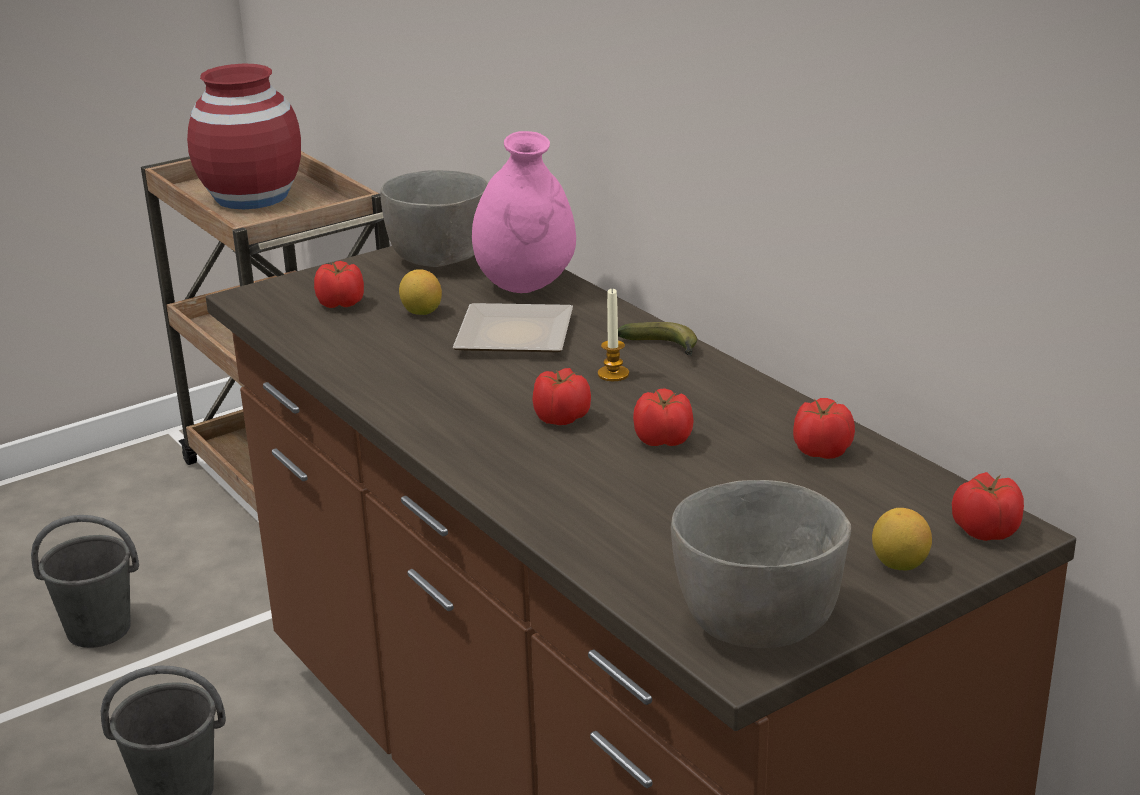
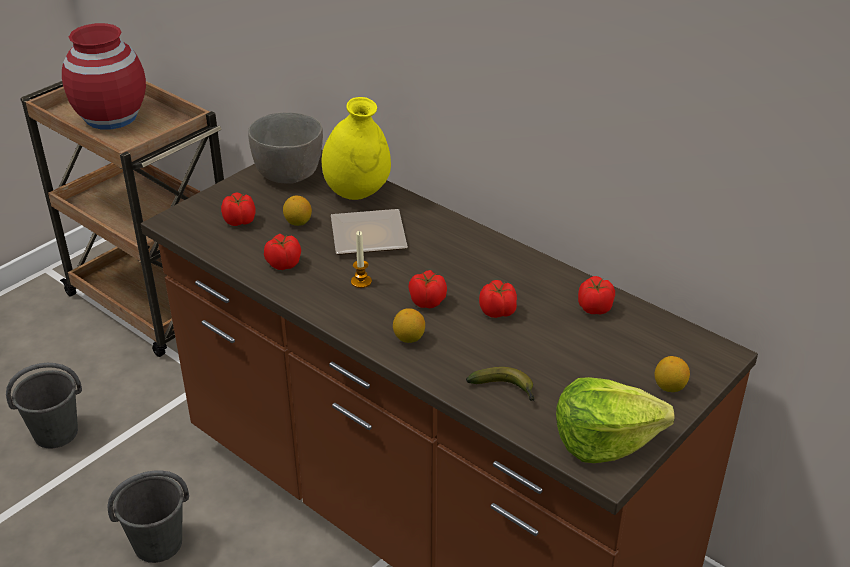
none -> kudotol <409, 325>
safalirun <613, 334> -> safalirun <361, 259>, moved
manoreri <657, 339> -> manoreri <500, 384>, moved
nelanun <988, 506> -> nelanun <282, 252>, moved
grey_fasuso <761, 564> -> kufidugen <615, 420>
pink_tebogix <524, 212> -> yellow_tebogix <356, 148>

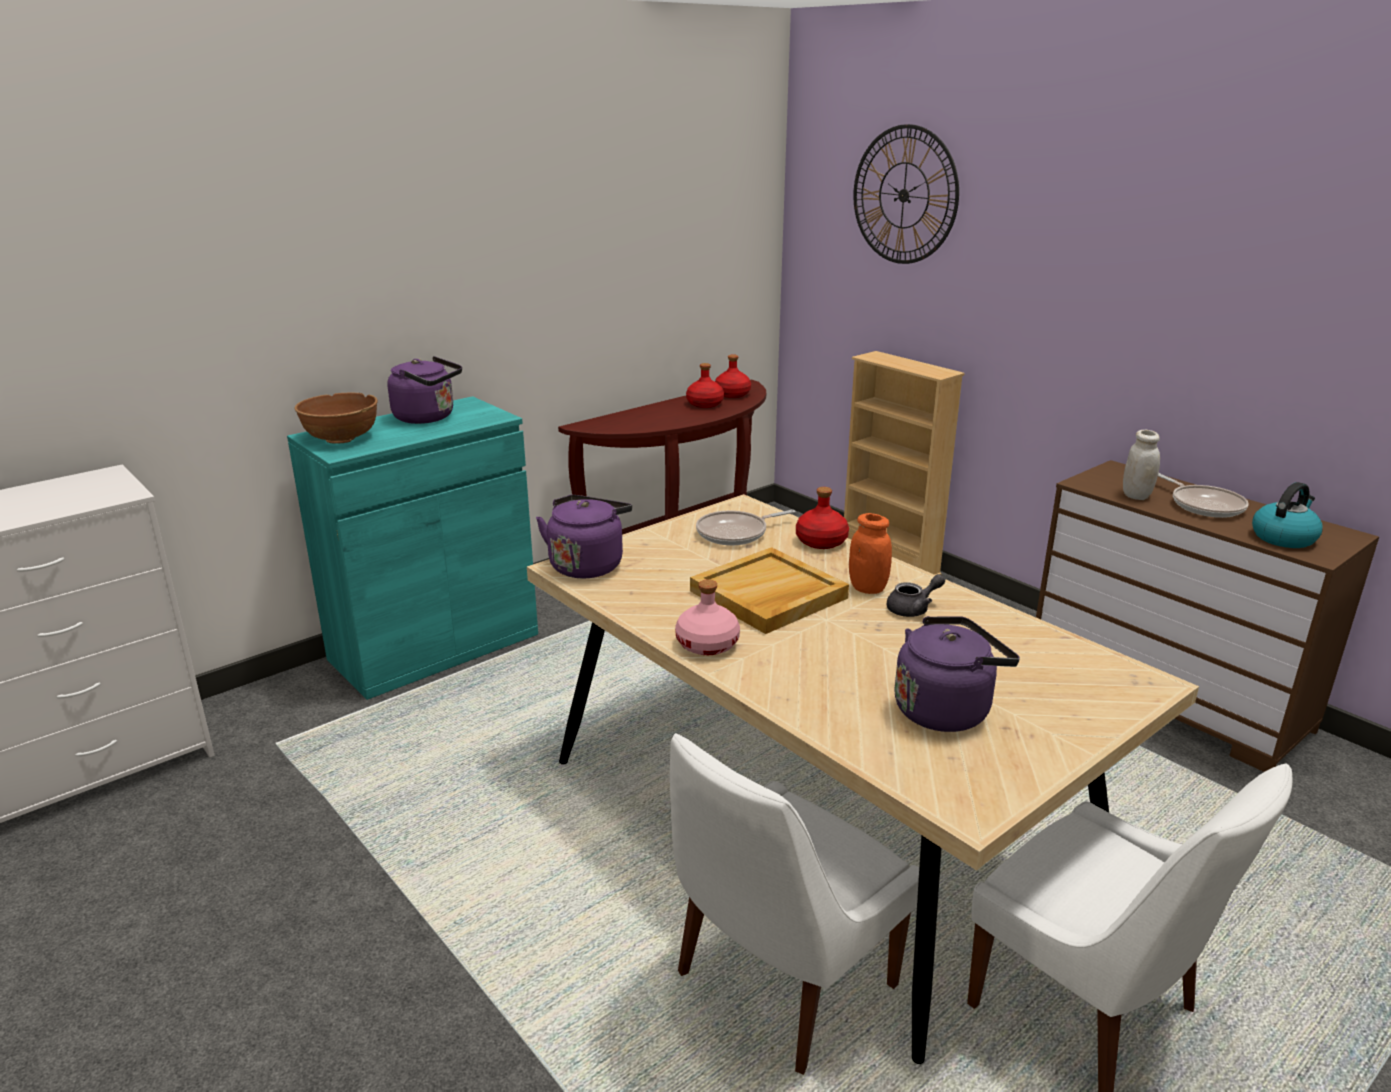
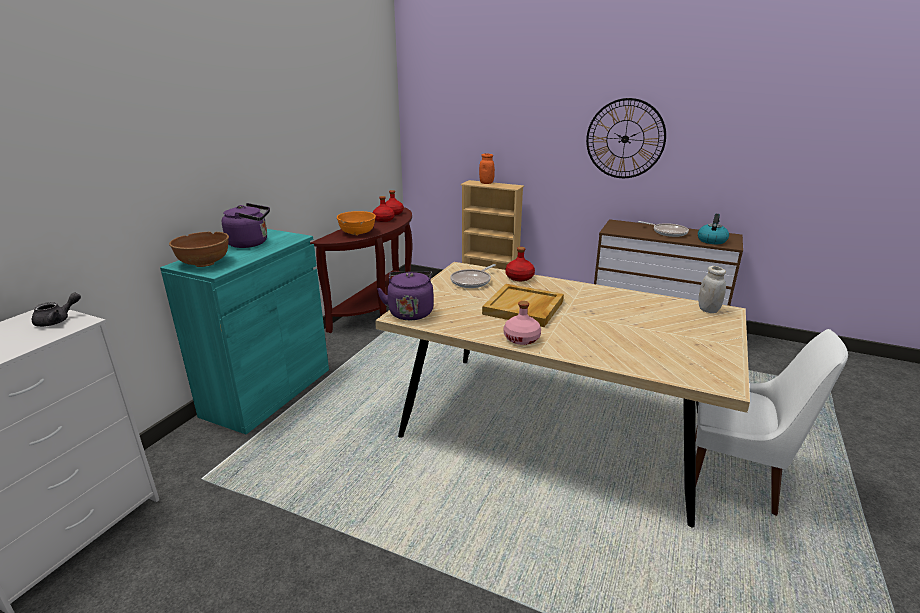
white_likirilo <794, 904> -> none
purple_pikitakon <957, 674> -> none
none -> orange_fasuso <356, 223>
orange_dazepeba <870, 553> -> orange_dazepeba <487, 168>, moved
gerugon <906, 194> -> gerugon <626, 138>, moved
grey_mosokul <916, 595> -> grey_mosokul <56, 310>, moved
white_dazepeba <1141, 465> -> white_dazepeba <712, 289>, moved

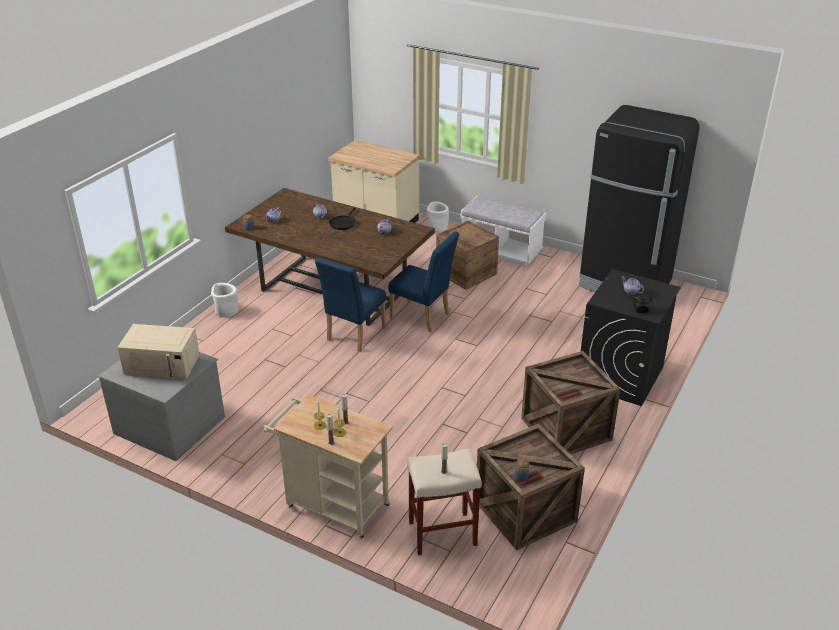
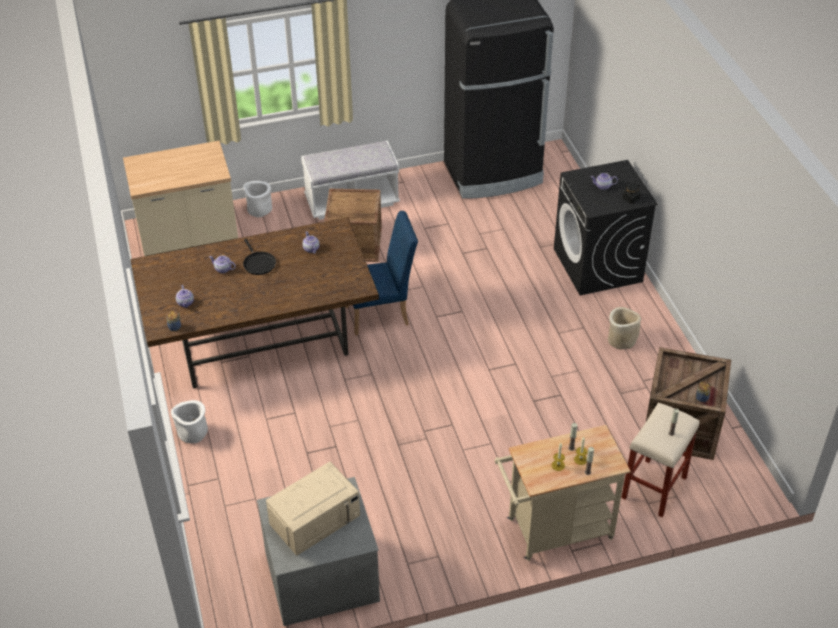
blue_likirilo <350, 304> -> none
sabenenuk <571, 402> -> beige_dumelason <624, 328>

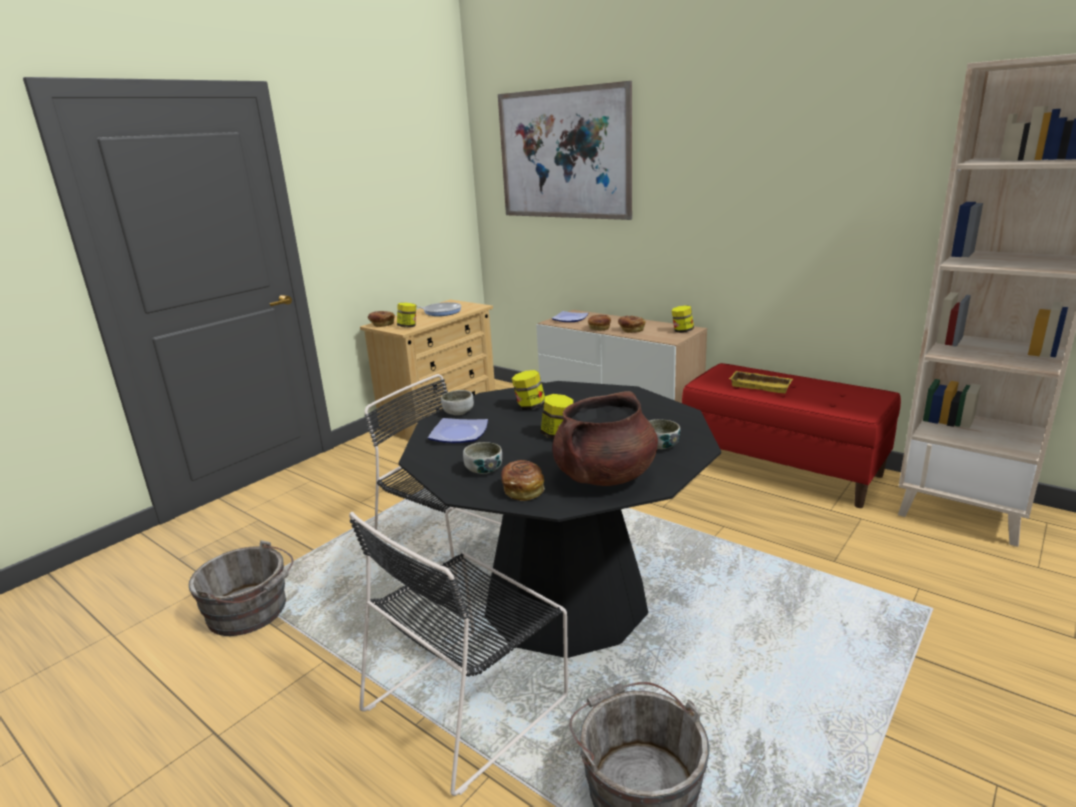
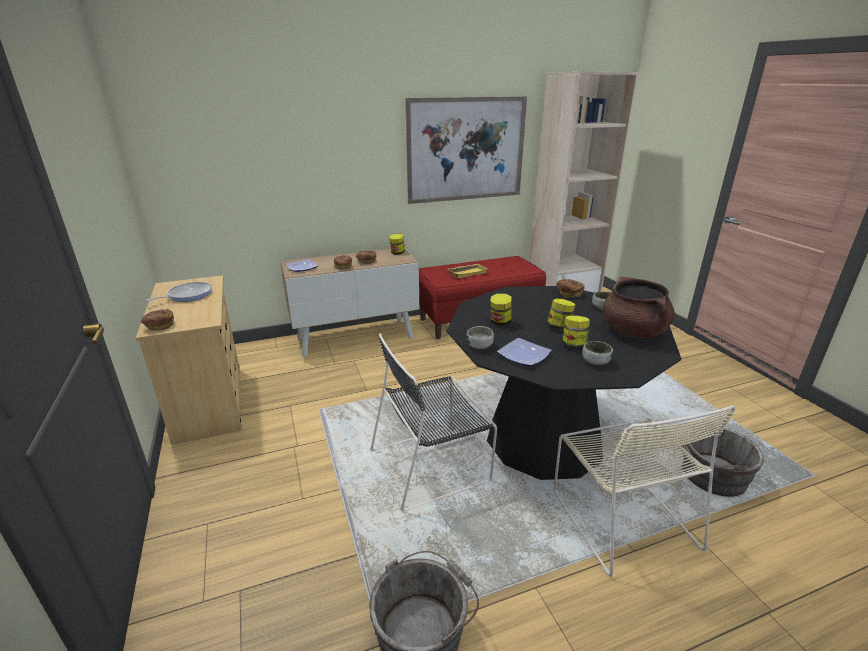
dazepeba <406, 315> -> dazepeba <576, 331>, moved
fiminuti <565, 150> -> fiminuti <466, 150>, moved
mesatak <523, 480> -> mesatak <570, 288>, moved
black_likirilo <458, 654> -> beige_likirilo <644, 491>

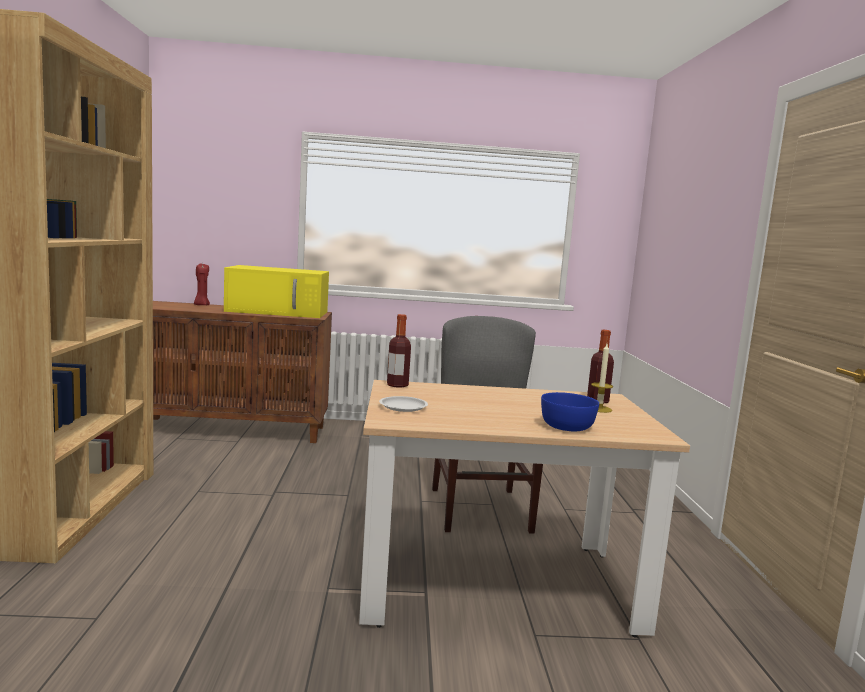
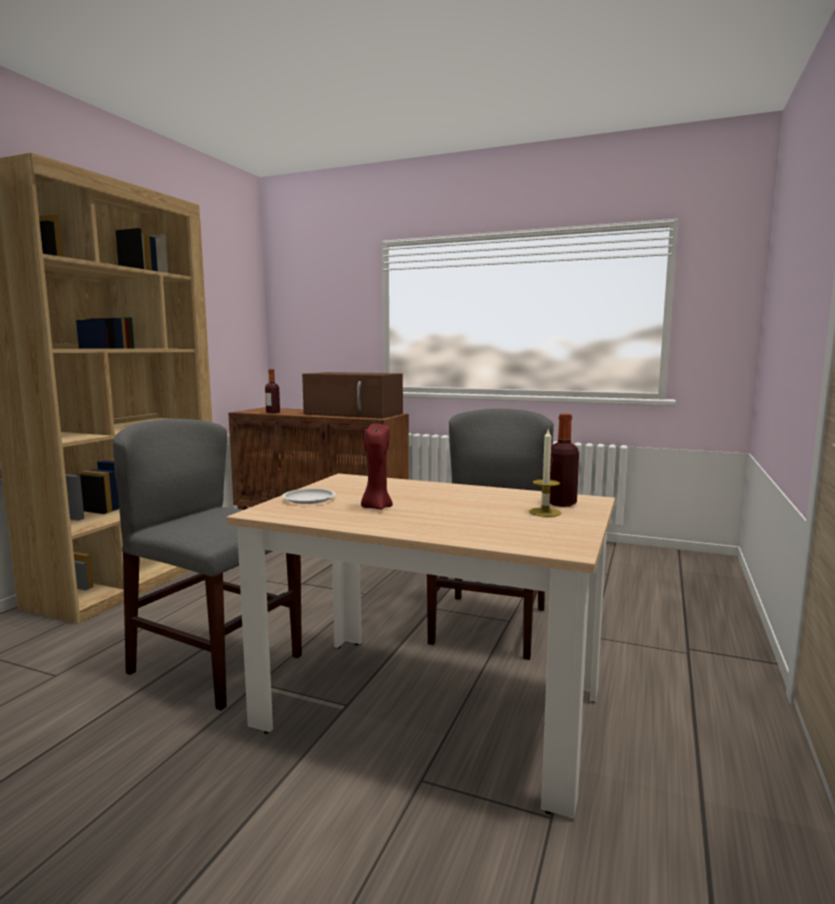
blue_fasuso <570, 411> -> none
none -> grey_likirilo <207, 565>
red_safalirun <202, 284> -> red_safalirun <377, 467>, moved
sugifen <399, 351> -> sugifen <272, 391>, moved
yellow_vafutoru <276, 291> -> brown_vafutoru <352, 395>

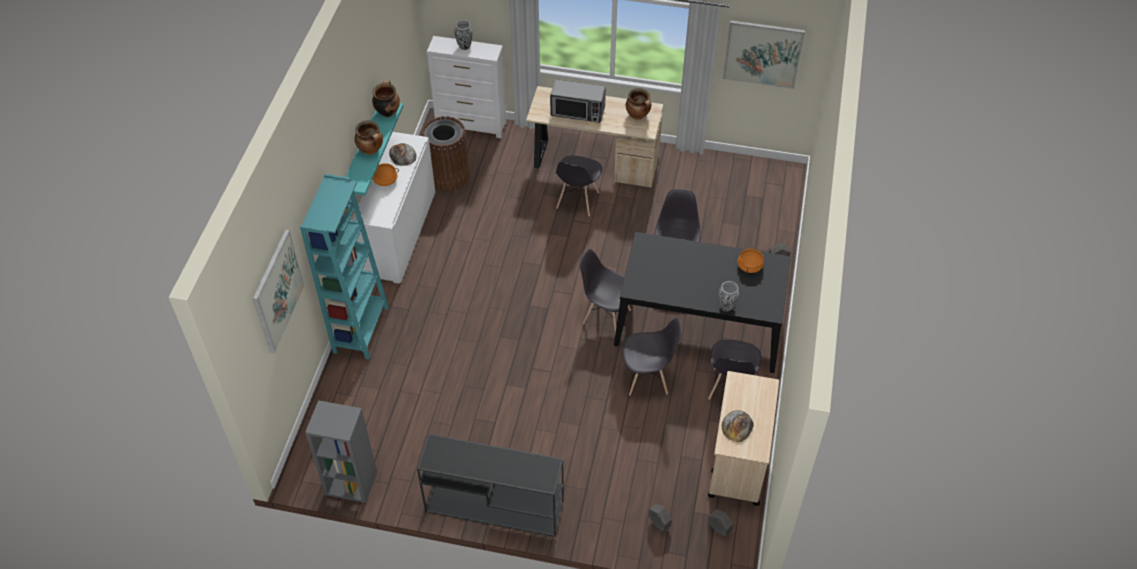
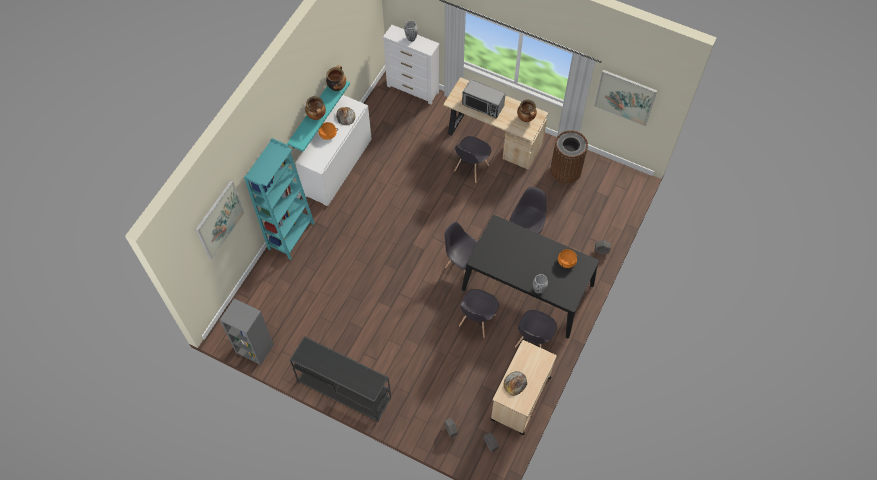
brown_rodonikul <445, 153> -> brown_rodonikul <569, 157>, moved
grey_likirilo <652, 356> -> grey_likirilo <479, 313>, 105 degrees clockwise

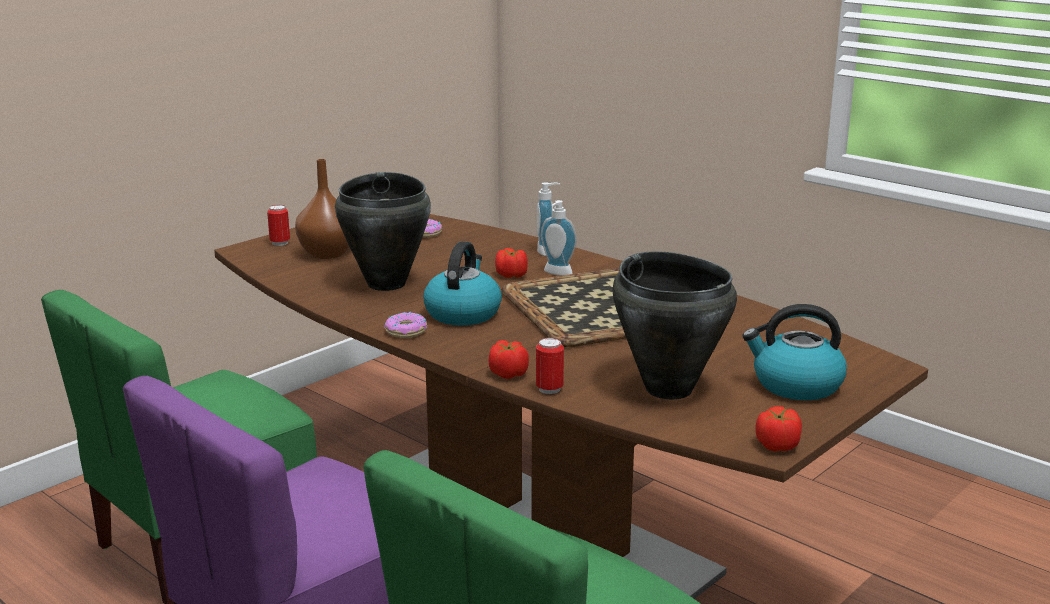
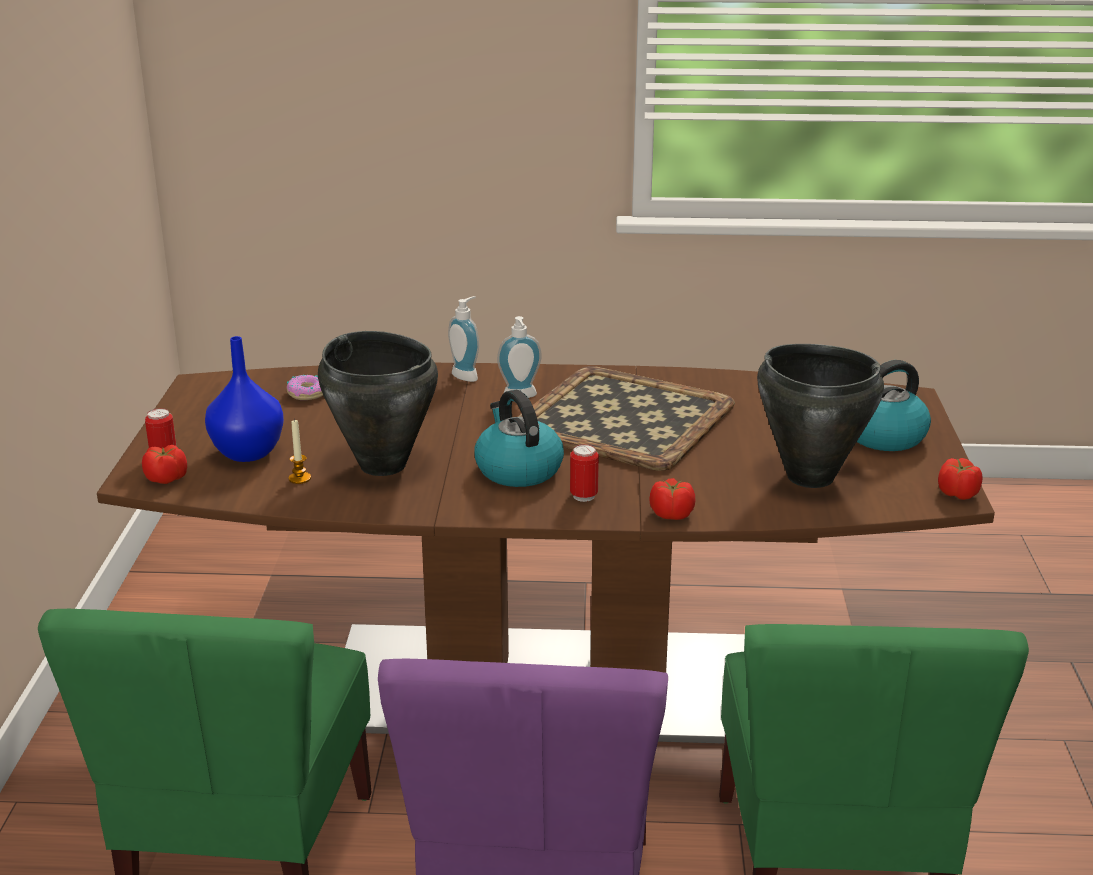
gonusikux <405, 325> -> none
none -> safalirun <299, 451>
nelanun <511, 263> -> nelanun <164, 464>, moved
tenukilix <550, 366> -> tenukilix <584, 473>, moved
brown_tebogix <322, 209> -> blue_tebogix <244, 399>

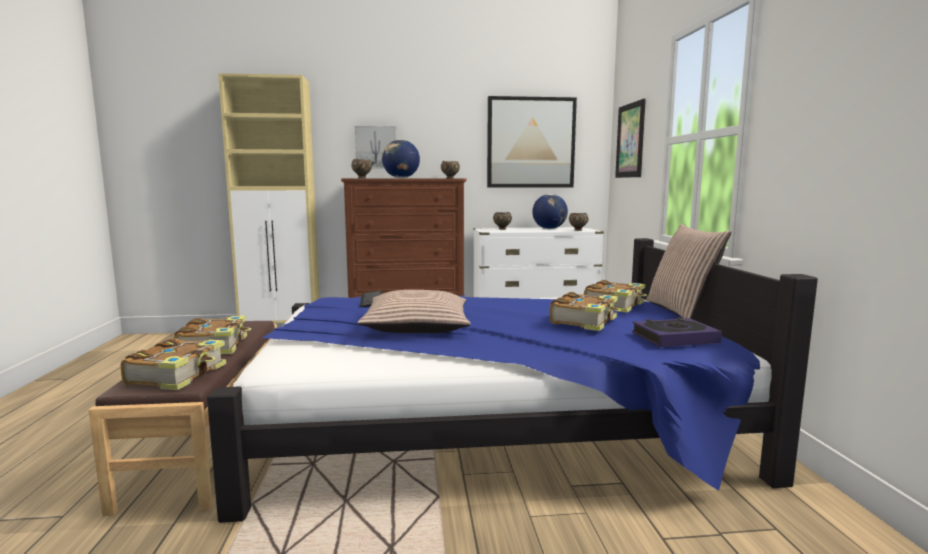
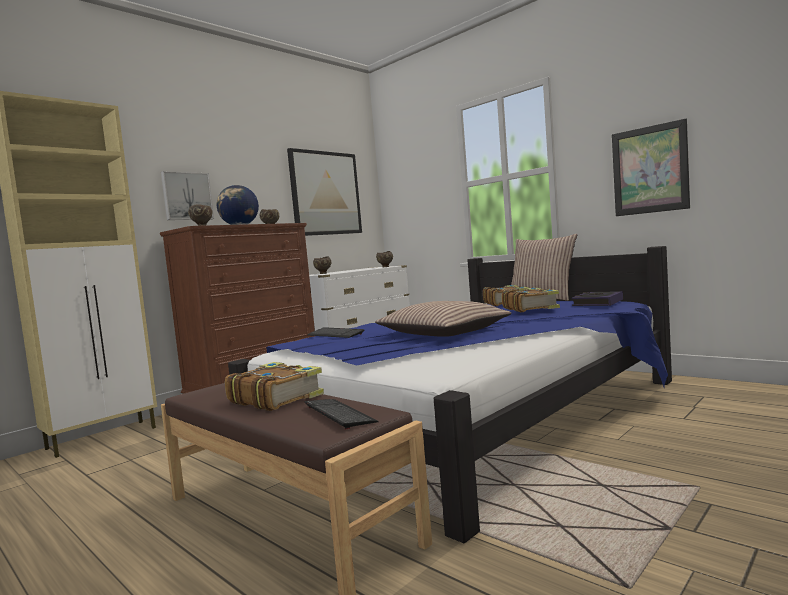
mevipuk <550, 211> -> none
fiminuti <630, 138> -> fiminuti <651, 167>, moved
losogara <173, 364> -> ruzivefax <341, 414>

